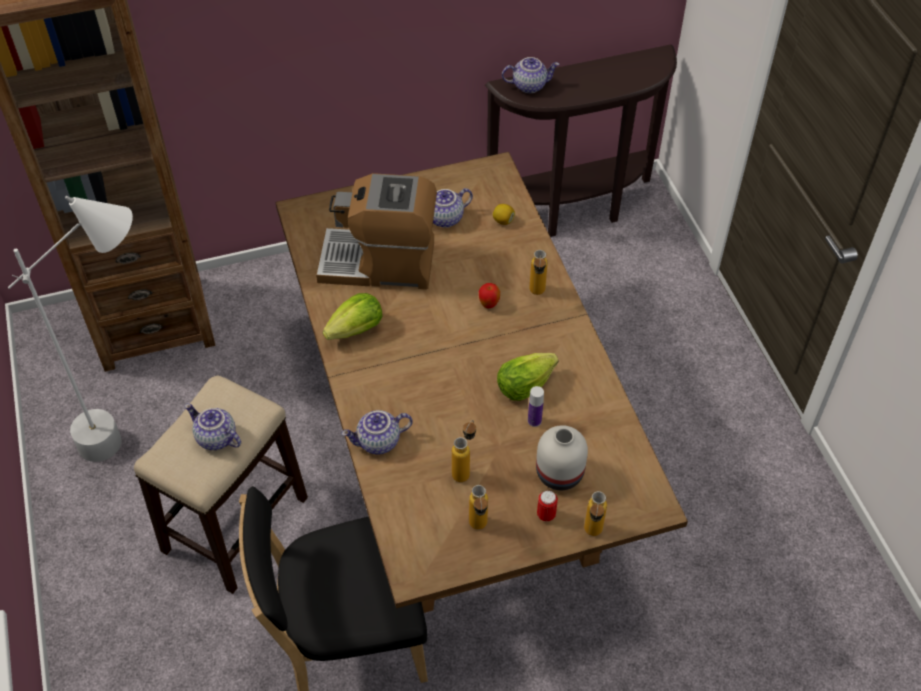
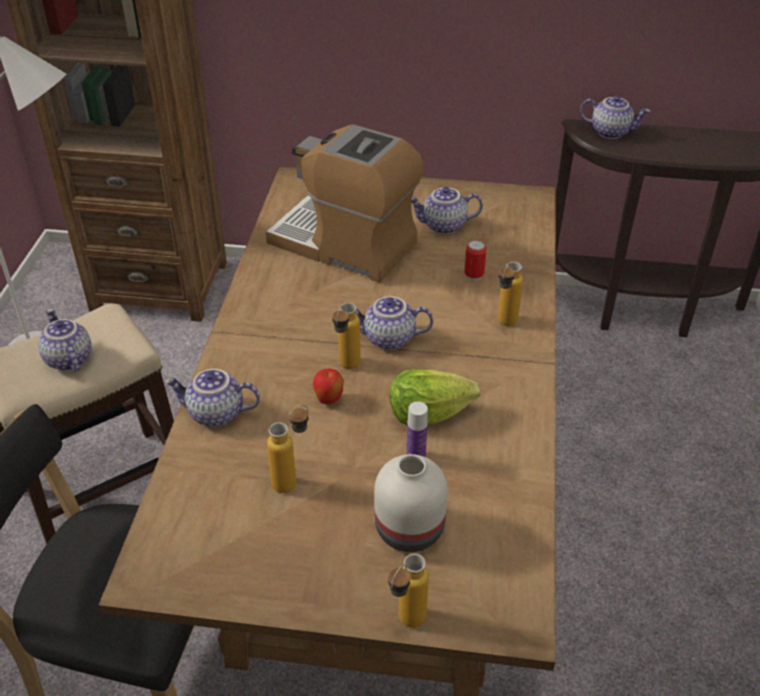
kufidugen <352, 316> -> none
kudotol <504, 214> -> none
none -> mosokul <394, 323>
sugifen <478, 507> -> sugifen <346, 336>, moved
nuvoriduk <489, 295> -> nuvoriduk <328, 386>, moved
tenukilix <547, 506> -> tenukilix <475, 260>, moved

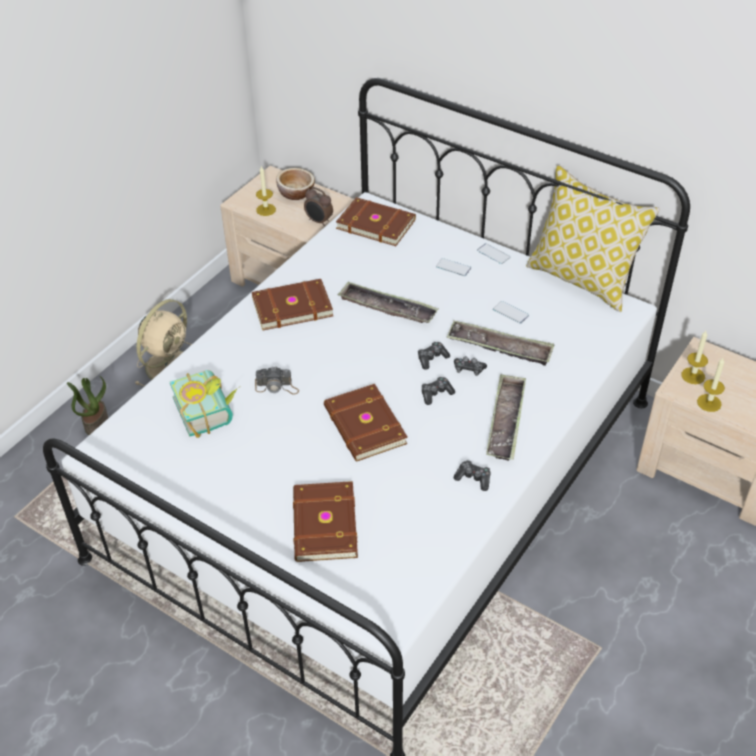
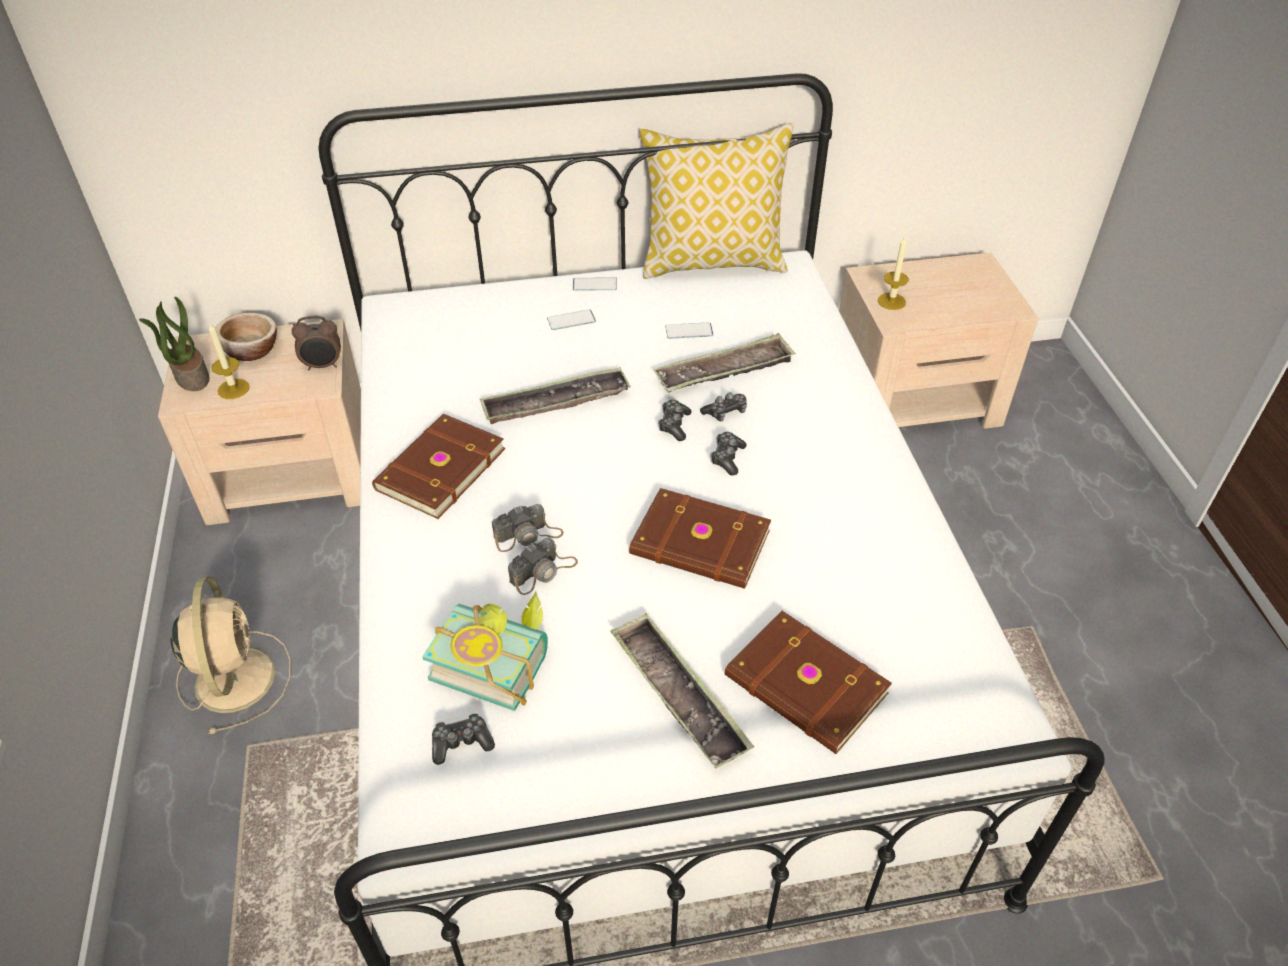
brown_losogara <376, 221> -> none
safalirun <711, 385> -> none
none -> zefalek <528, 528>
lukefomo <87, 405> -> lukefomo <174, 344>, moved
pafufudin <472, 475> -> pafufudin <463, 739>, moved
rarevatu <506, 417> -> rarevatu <682, 690>, moved

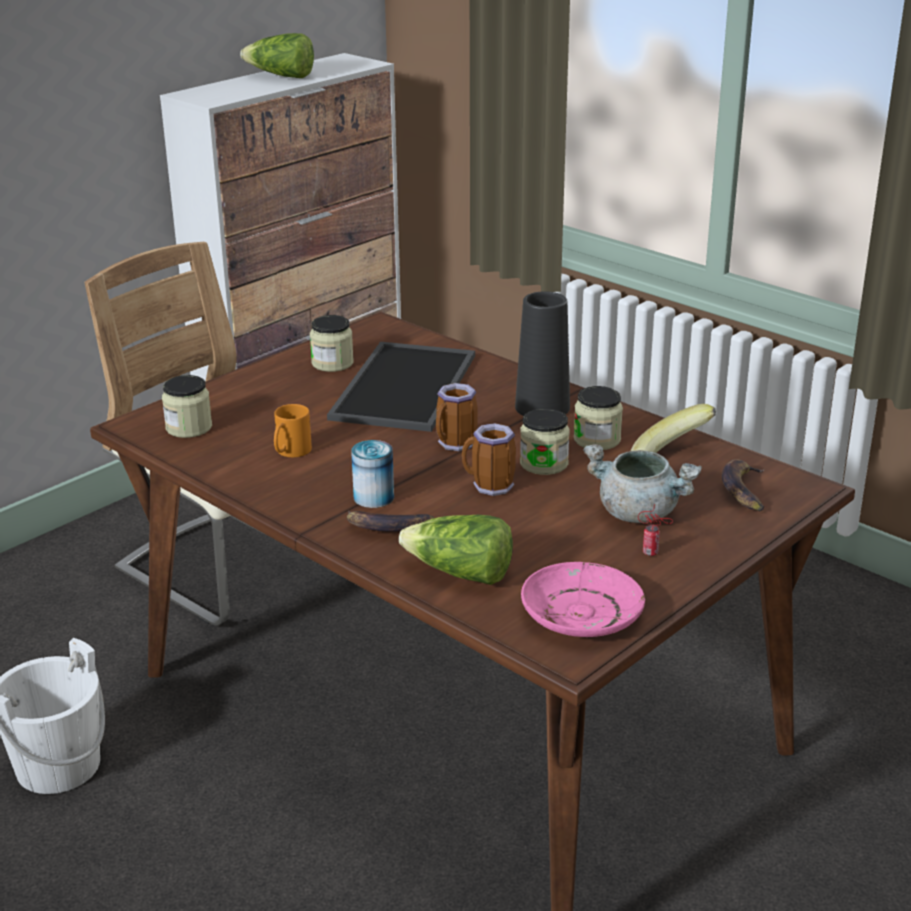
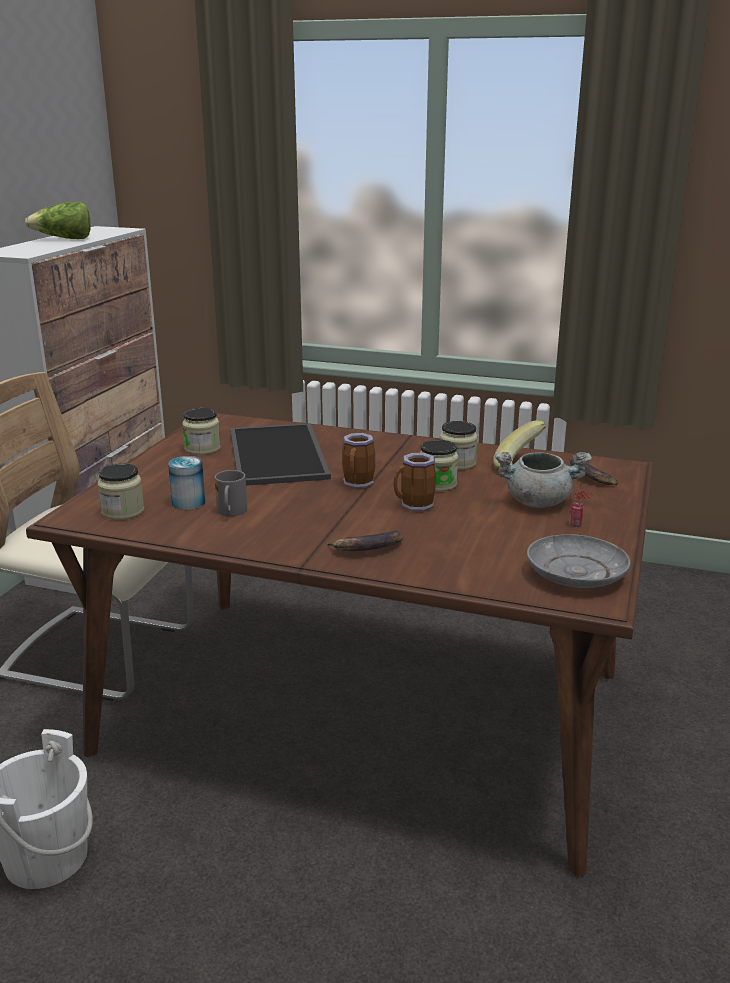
kufidugen <456, 550> -> none
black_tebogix <542, 353> -> none
tenukilix <372, 474> -> tenukilix <186, 483>, moved
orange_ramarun <293, 430> -> grey_ramarun <231, 493>
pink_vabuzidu <583, 599> -> grey_vabuzidu <579, 561>

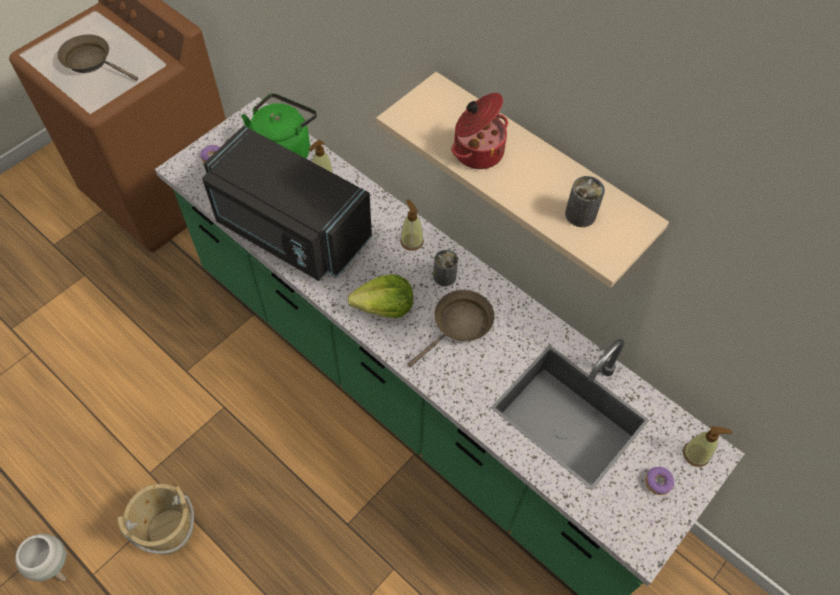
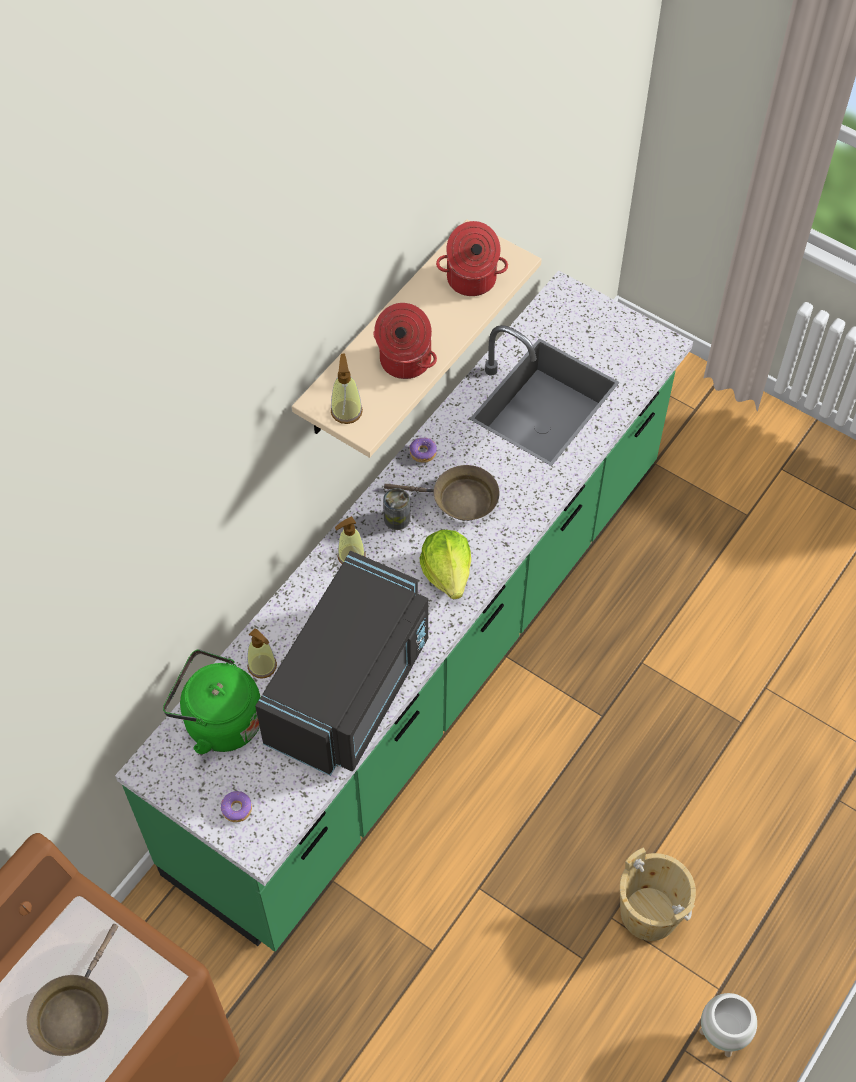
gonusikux <659, 481> -> gonusikux <423, 450>, moved
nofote <707, 446> -> nofote <347, 389>, moved
tenukilix <585, 201> -> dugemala <472, 258>
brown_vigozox <451, 328> -> brown_vigozox <441, 493>, 150 degrees clockwise

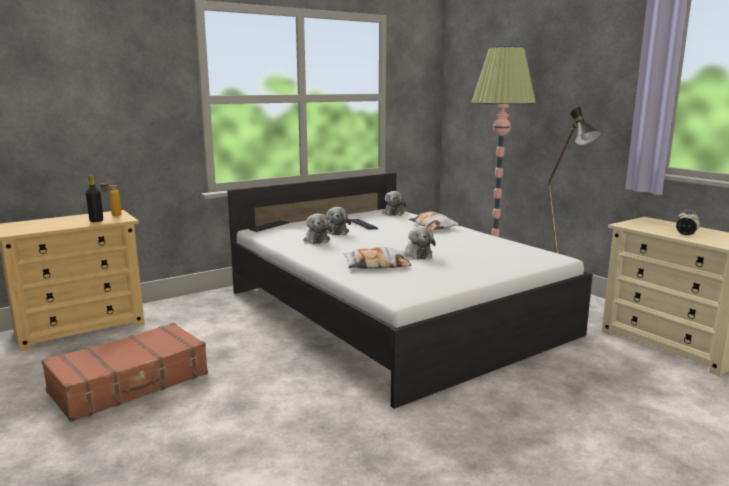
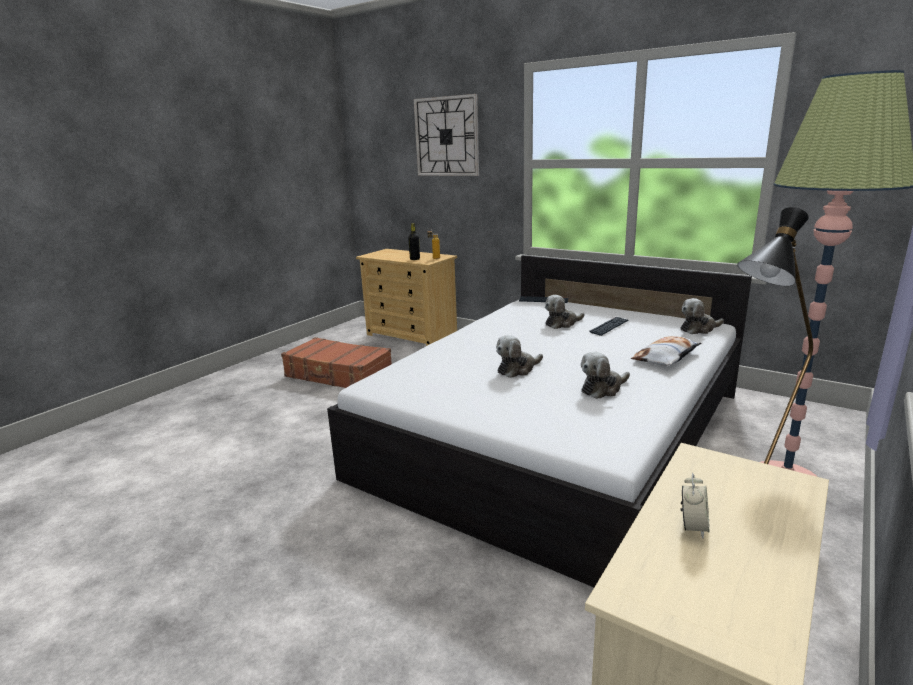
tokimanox <377, 258> -> none
none -> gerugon <446, 135>
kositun <318, 228> -> kositun <605, 375>, moved

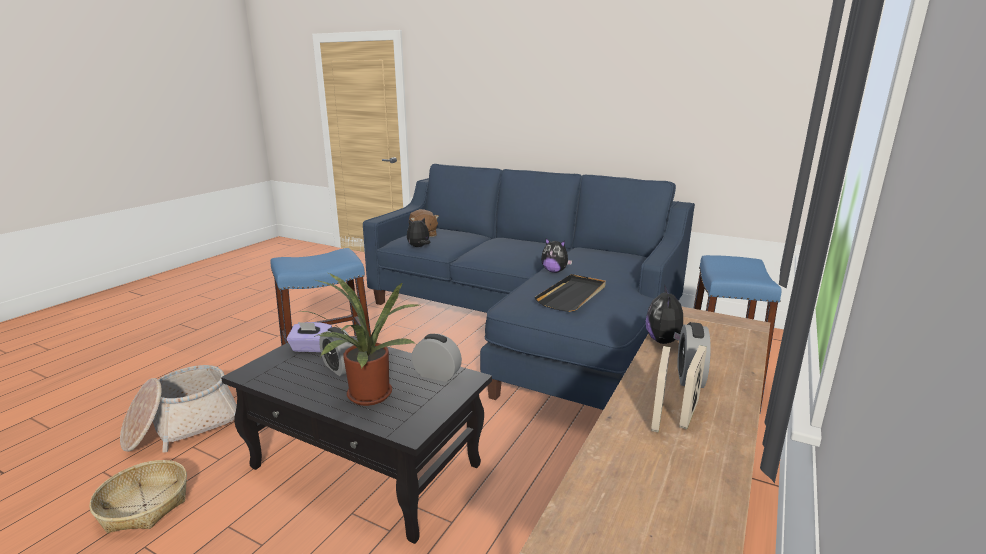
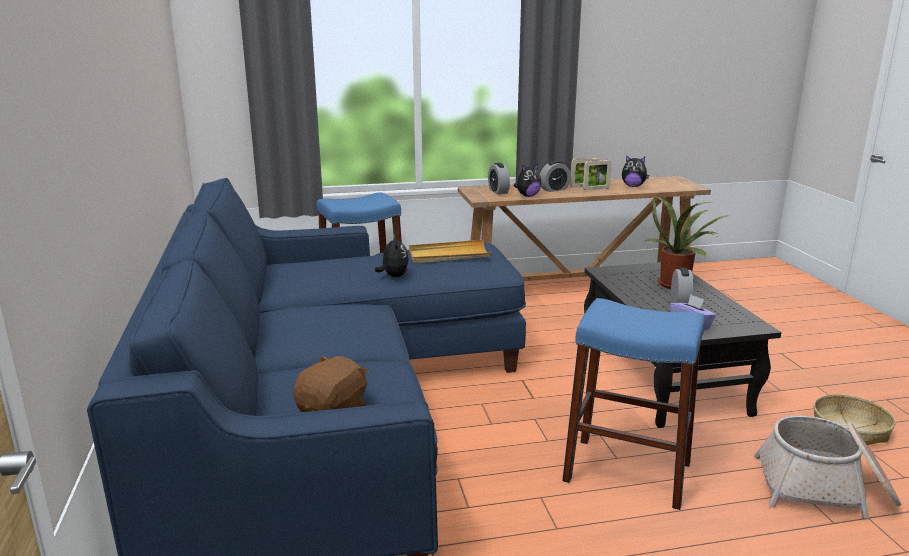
kositun <419, 232> -> kositun <635, 171>, moved
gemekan <437, 358> -> gemekan <499, 179>, moved
black_rarevatu <570, 293> -> beige_rarevatu <450, 251>

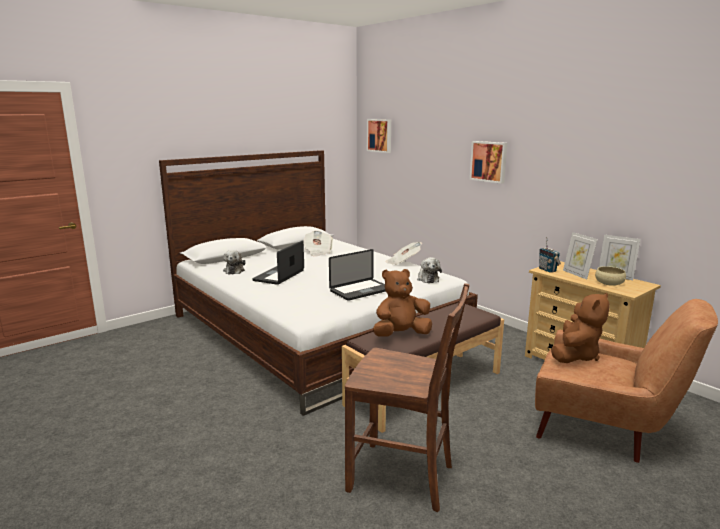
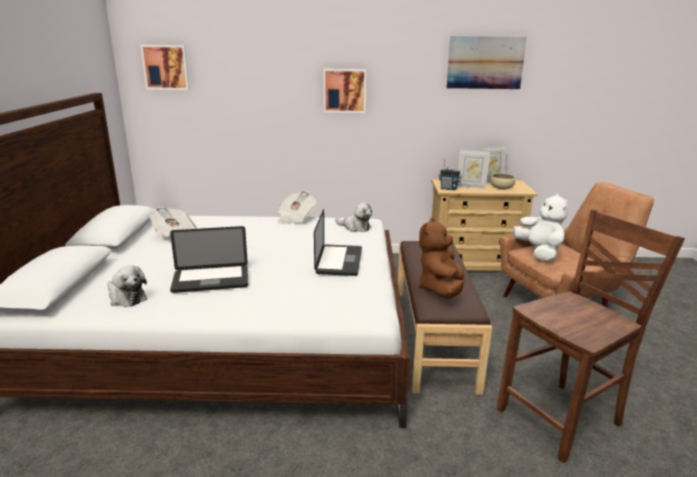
none -> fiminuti <487, 62>
brown_kositun <580, 328> -> white_kositun <540, 227>
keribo <278, 262> -> keribo <209, 259>, 75 degrees counterclockwise

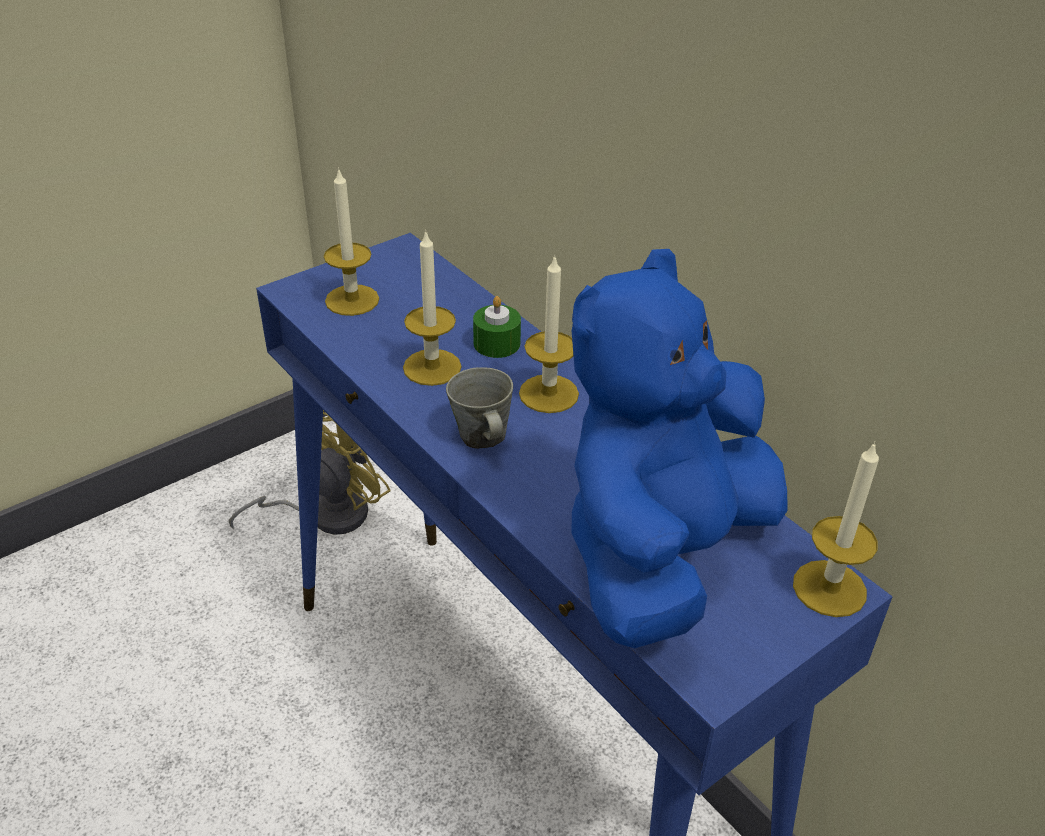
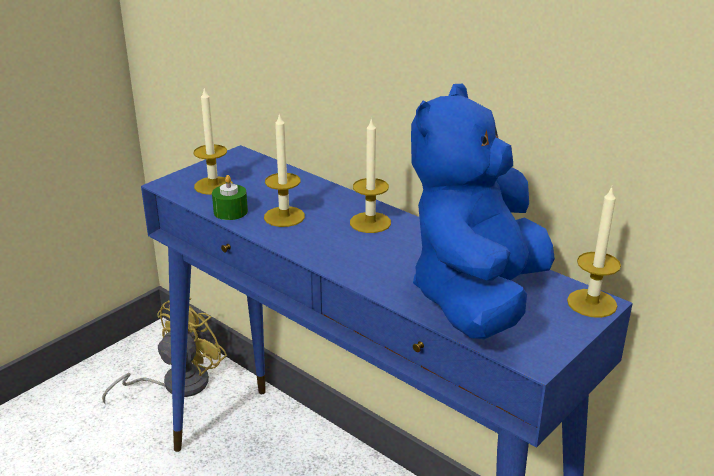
grey_ramarun <479, 408> -> none
green_safalirun <497, 327> -> green_safalirun <230, 197>, moved

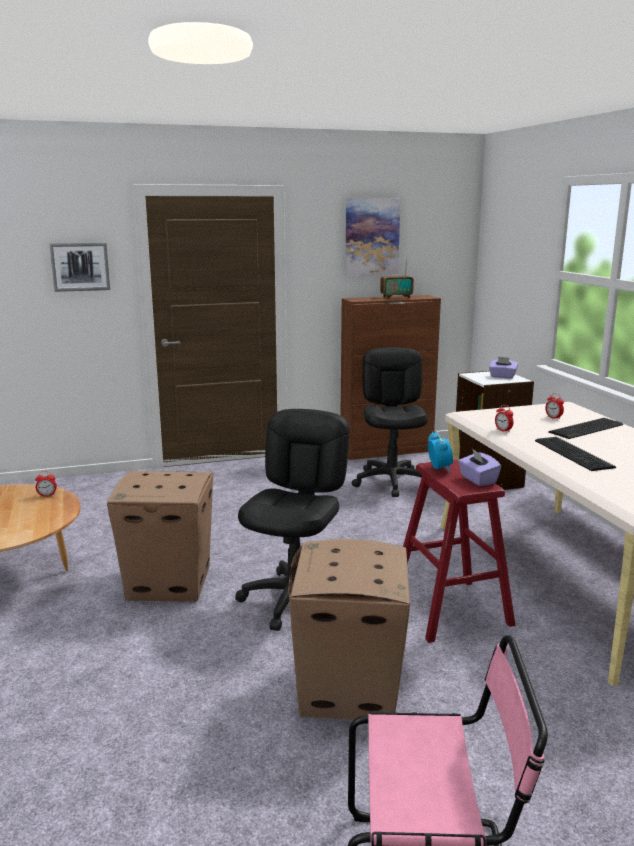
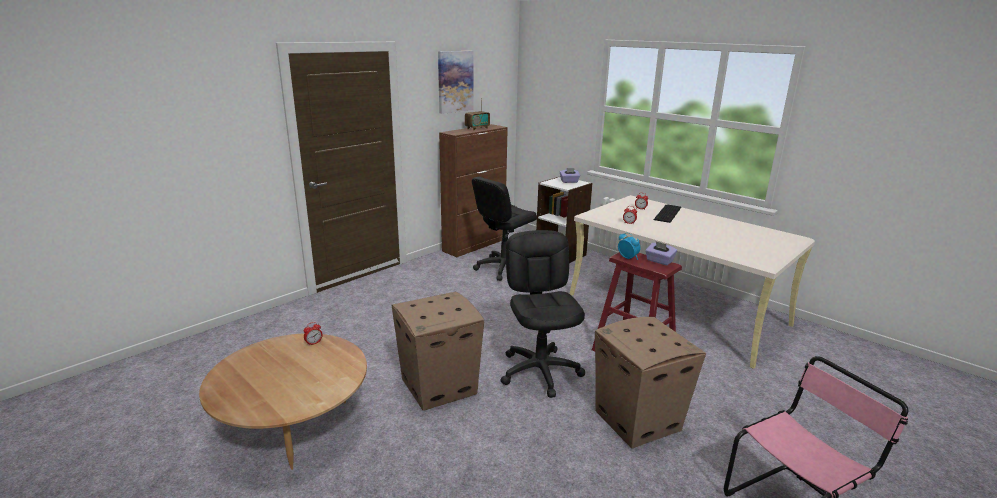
fiminuti <80, 267> -> none
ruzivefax <575, 454> -> none
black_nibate <390, 422> -> black_nibate <504, 229>, 105 degrees counterclockwise

